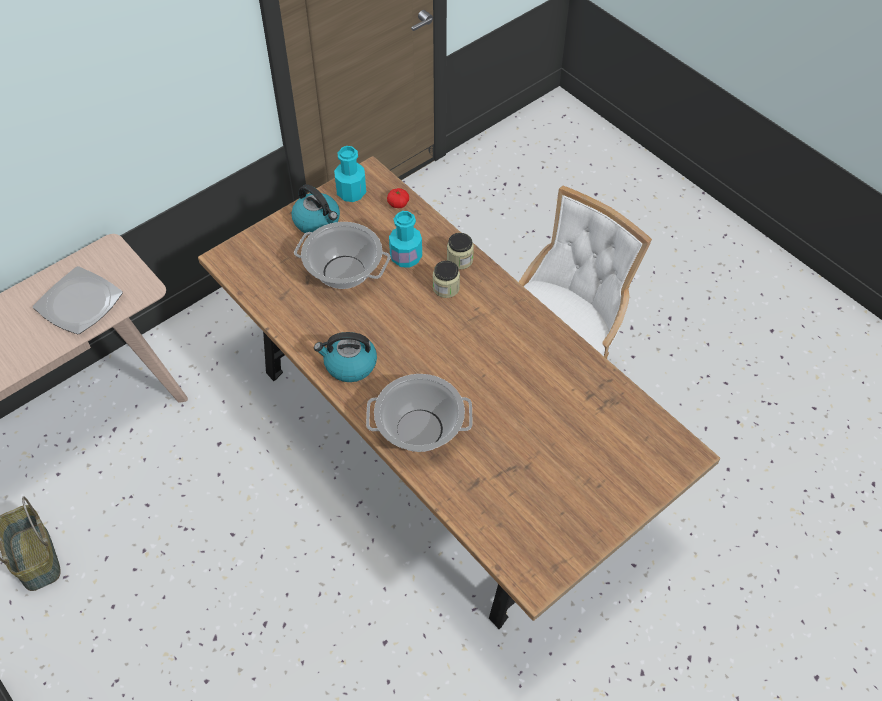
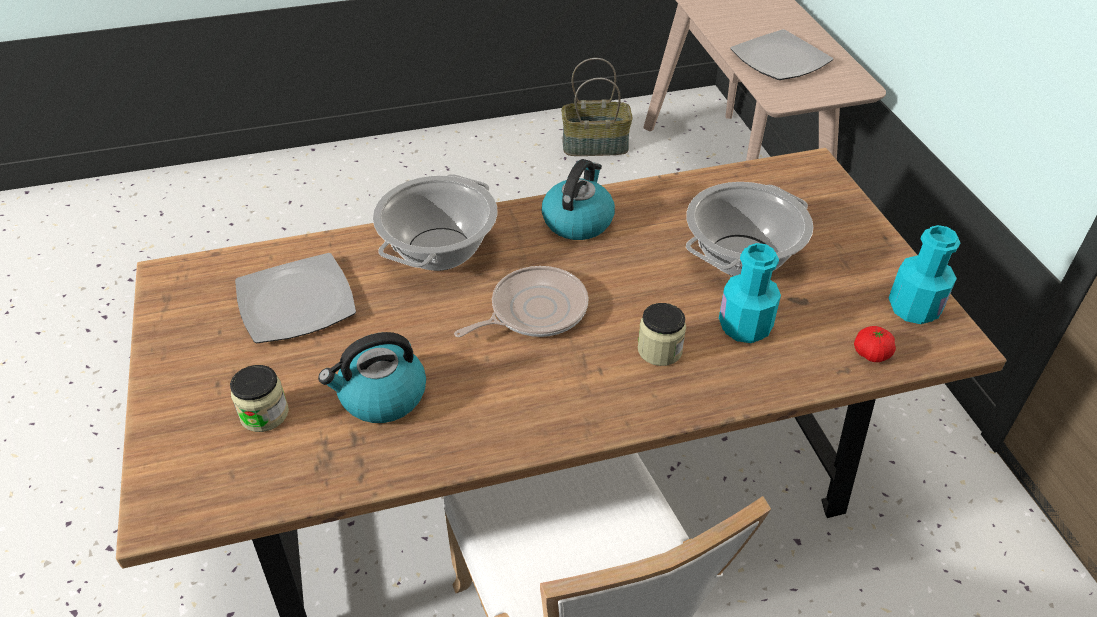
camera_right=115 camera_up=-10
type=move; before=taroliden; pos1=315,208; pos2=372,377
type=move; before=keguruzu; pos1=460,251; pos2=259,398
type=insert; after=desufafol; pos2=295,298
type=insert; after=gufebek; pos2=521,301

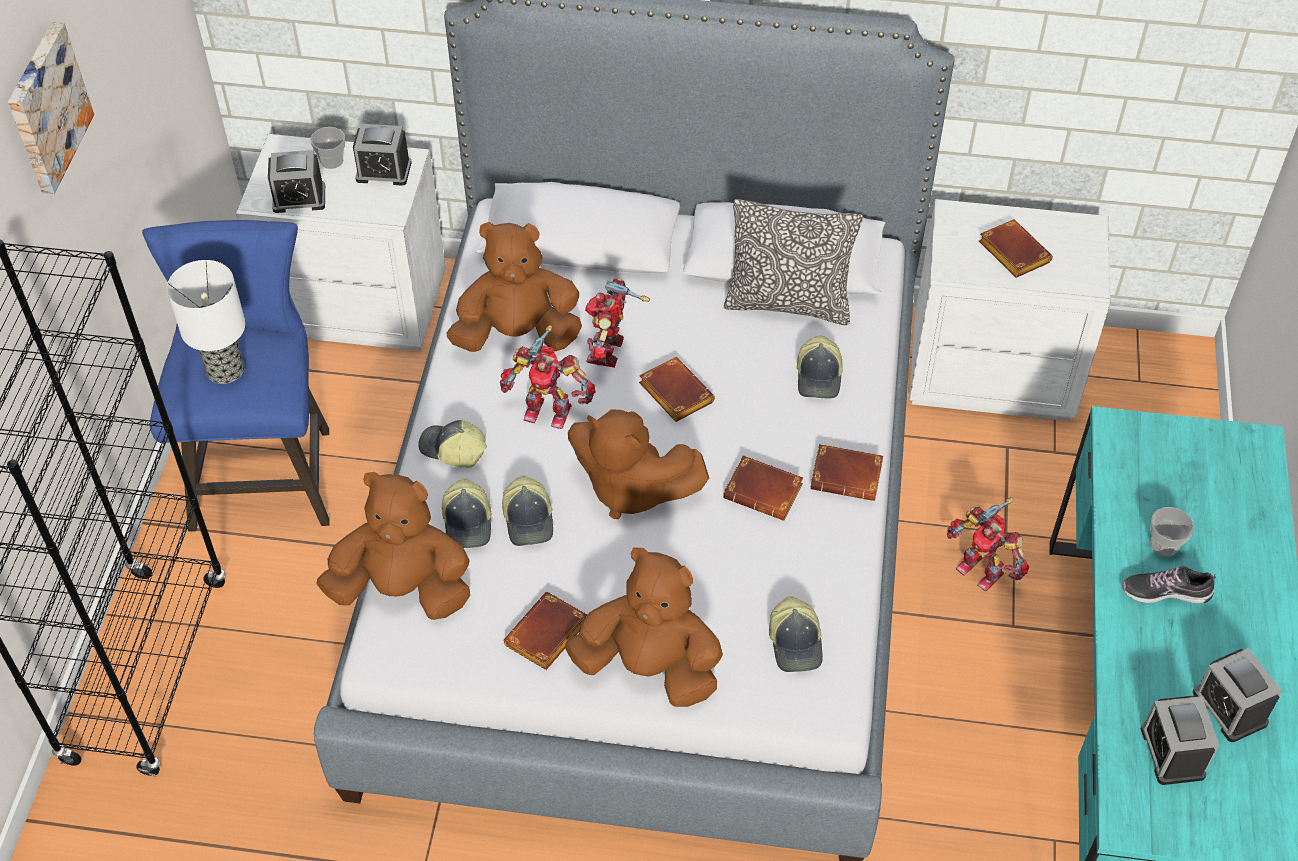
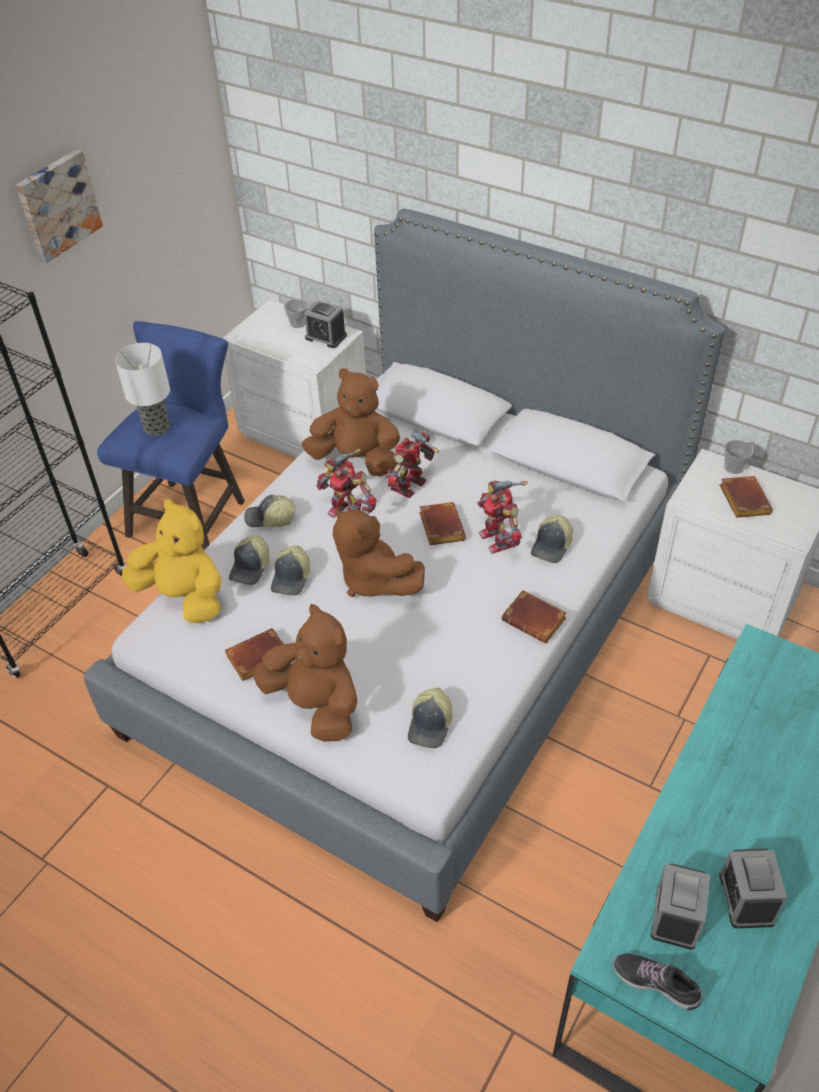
camera_right=25 camera_up=-5
type=delete; before=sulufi; pos1=296,181
type=recolor; before=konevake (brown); after=konevake (yellow); pos1=393,546; pos2=171,561
type=rotate; before=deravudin; pos1=452,443; pos2=270,510; turn=-45
type=delete; before=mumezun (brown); pos1=763,488
type=delete; before=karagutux; pos1=793,262
type=move; before=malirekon; pos1=988,544; pos2=502,517
type=move; before=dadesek; pos1=1169,585; pos2=657,982
type=move; before=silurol; pos1=1172,532; pos2=739,457

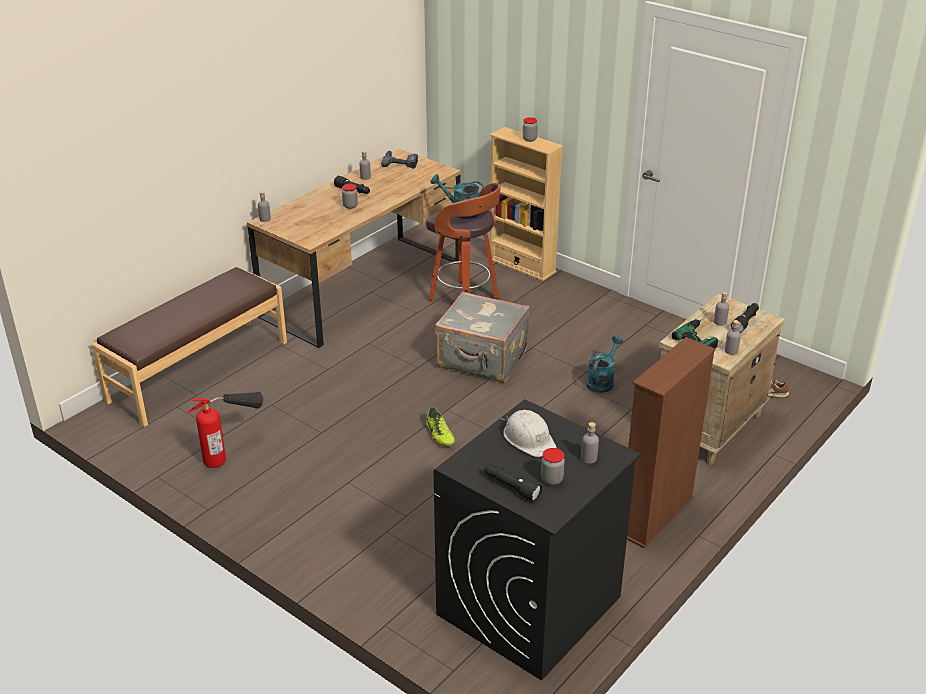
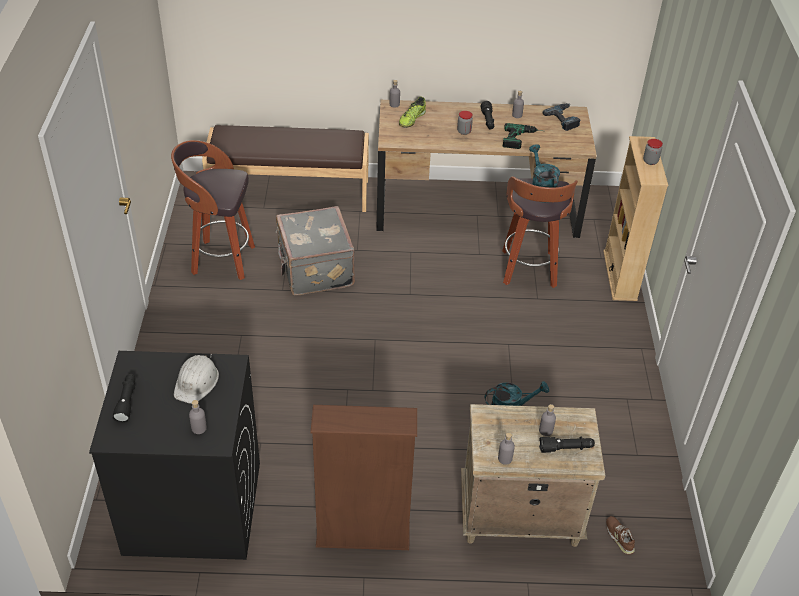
camera_right=50 camera_up=10
type=replace; before=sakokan; after=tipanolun; pos1=225,430; pos2=213,210
type=move; before=dadesek; pos1=440,426; pos2=412,112
type=move; before=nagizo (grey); pos1=482,337; pos2=315,250
type=delete; before=keguruzu; pos1=553,466
type=move; before=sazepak; pos1=695,333; pos2=522,136

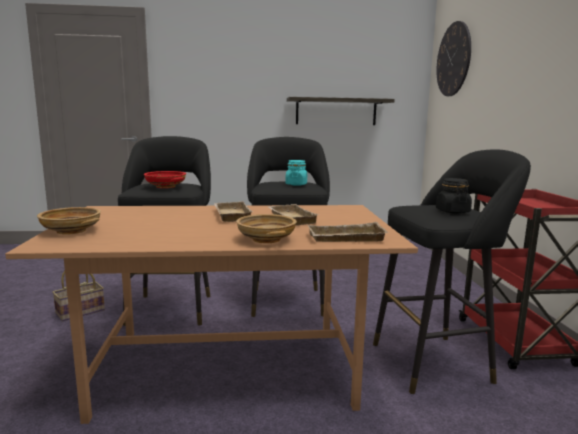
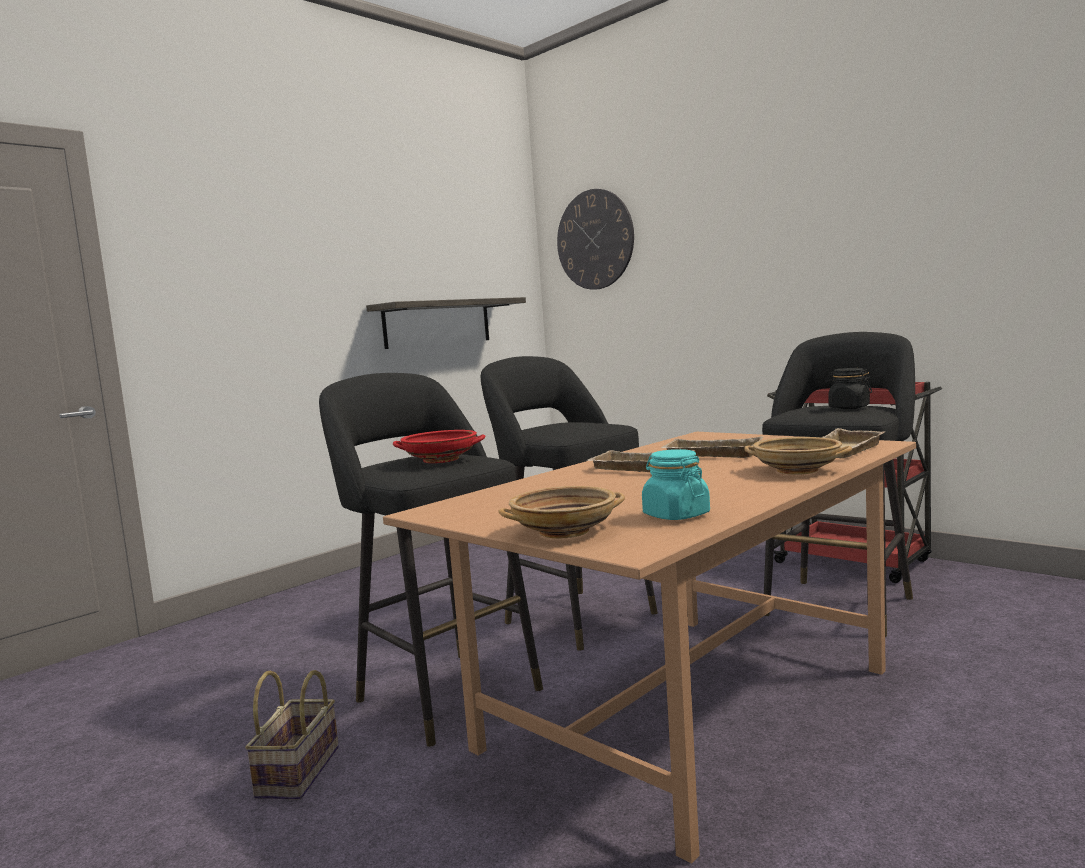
camera_right=-40 camera_up=-5
type=move; before=keguruzu (turquoise); pos1=296,173; pos2=676,484

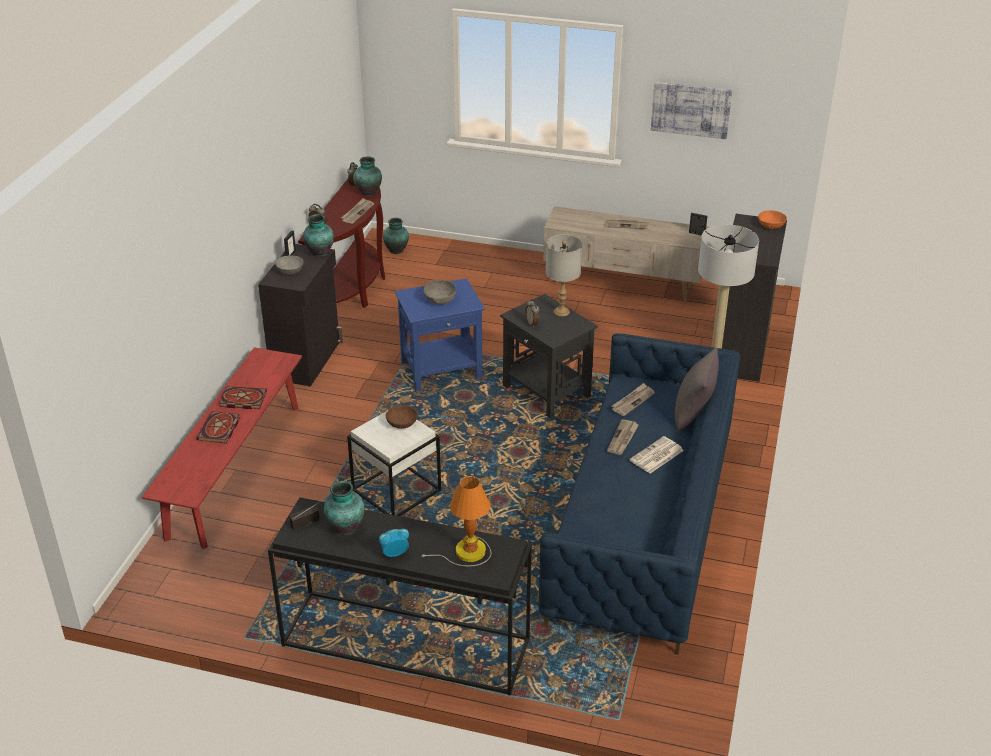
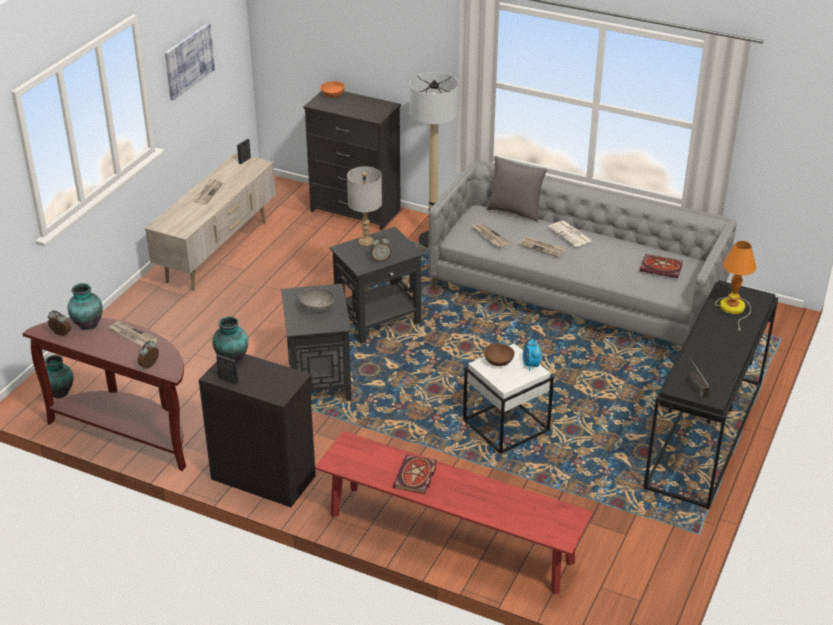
camera_right=-80 camera_up=0
type=move; before=mumezun; pos1=218,427; pos2=661,266
type=delete; before=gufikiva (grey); pos1=289,265
type=delete; before=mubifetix; pos1=344,508
type=move; before=sulufi; pos1=394,543; pos2=532,355
type=recolor; before=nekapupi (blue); after=nekapupi (black); pos1=440,334; pos2=316,342
type=recolor; before=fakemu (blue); after=fakemu (grey); pos1=639,493; pos2=582,253

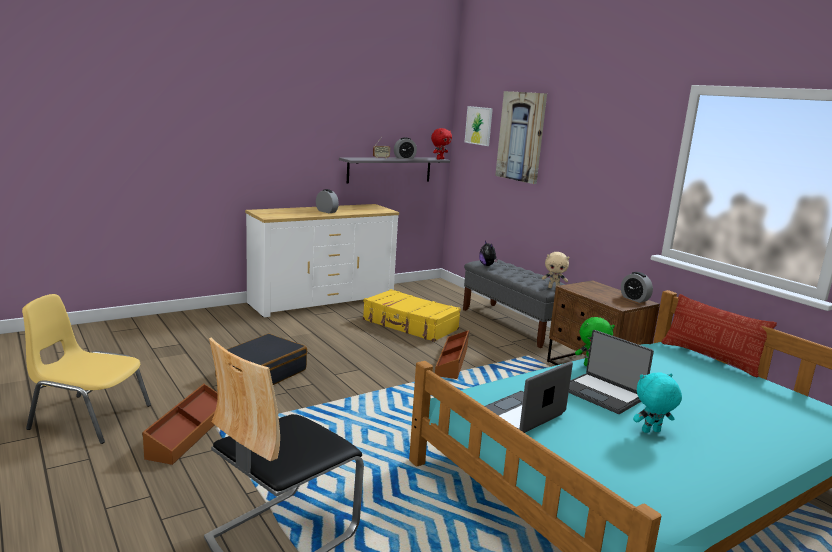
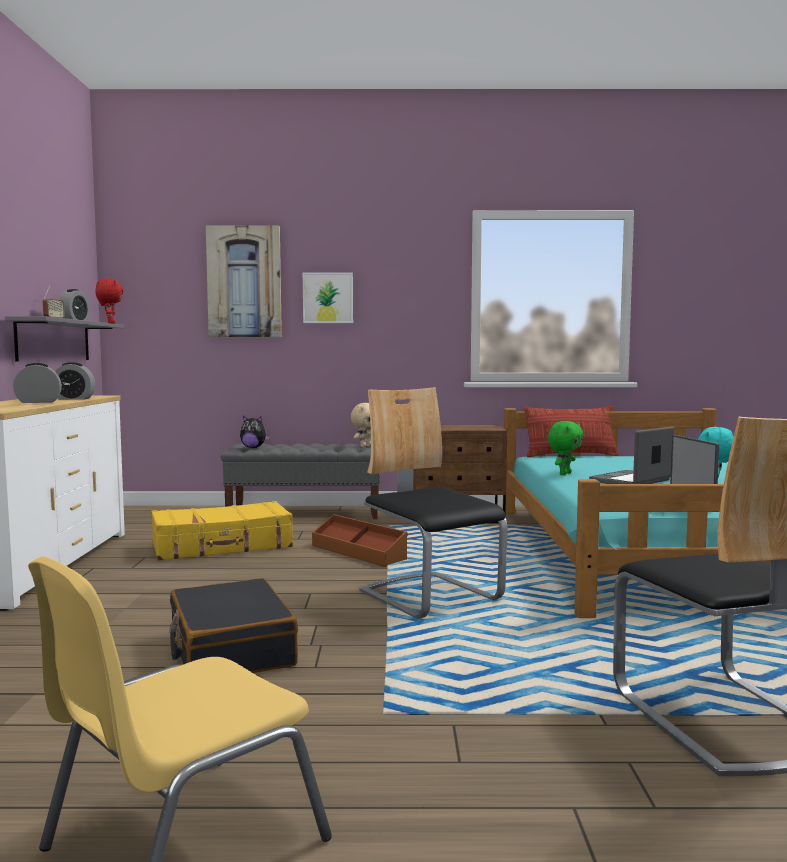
camera_right=-55 camera_up=-10
type=delete; before=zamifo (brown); pos1=180,424
type=move; before=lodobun; pos1=478,126; pos2=328,298
type=rotate; before=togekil; pos1=611,372; pos2=632,455; turn=150
type=move; before=sulufi; pos1=637,287; pos2=75,381
type=insert; after=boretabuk; pos2=433,503

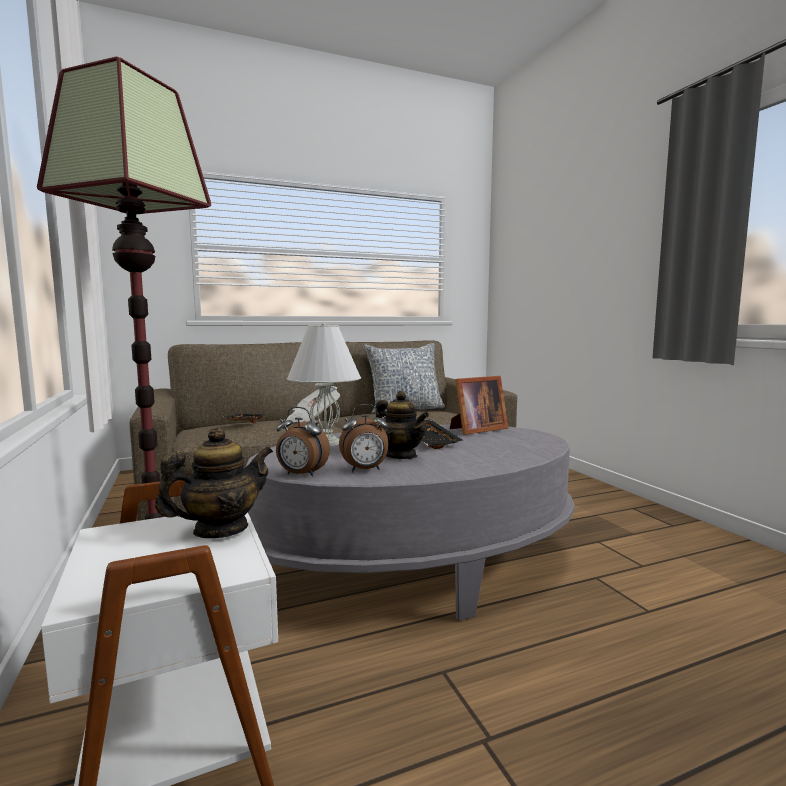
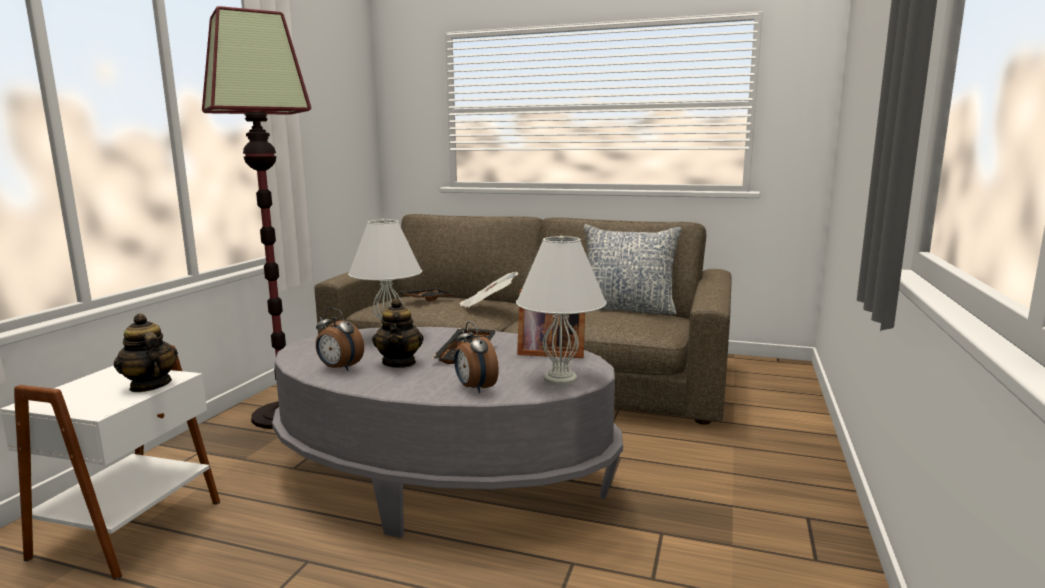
camera_right=40 camera_up=5
type=rotate; before=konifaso; pos1=214,482; pos2=146,352; turn=-135
type=move; before=sulufi; pos1=303,442; pos2=476,357
type=insert; after=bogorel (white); pos2=561,310

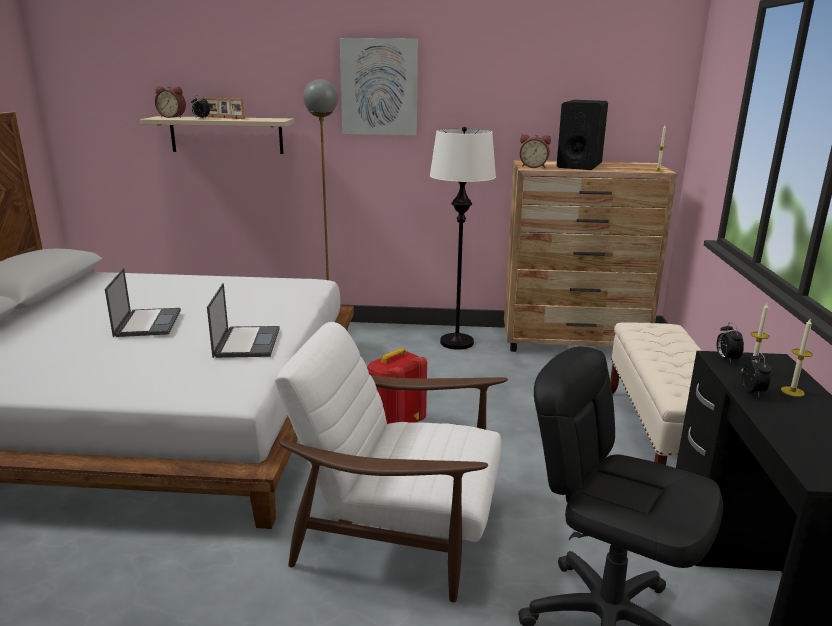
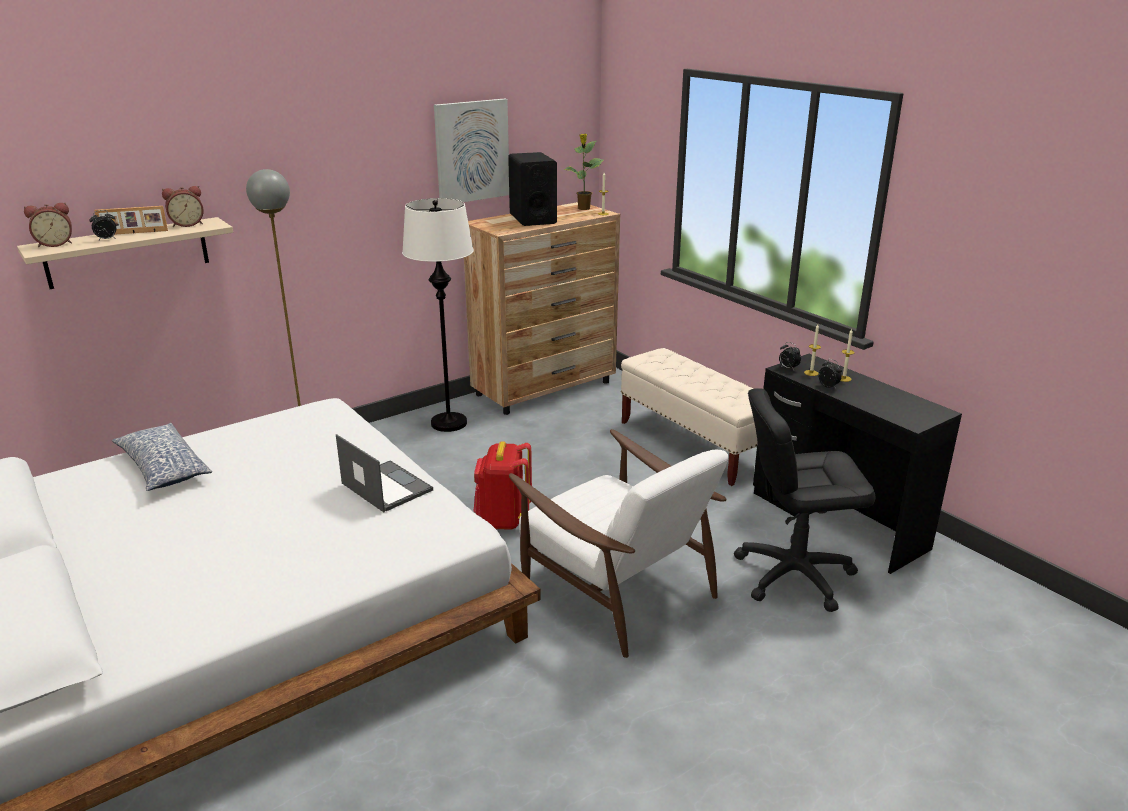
camera_right=-40 camera_up=5
type=delete; before=togekil; pos1=143,302
type=rotate; before=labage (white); pos1=391,462; pos2=619,543; turn=-105
type=move; before=lodobun; pos1=379,86; pos2=471,150
type=move; before=sulufi; pos1=535,151; pos2=183,206
type=insert; after=karagutux; pos2=162,457
type=insert; after=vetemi; pos2=583,172

